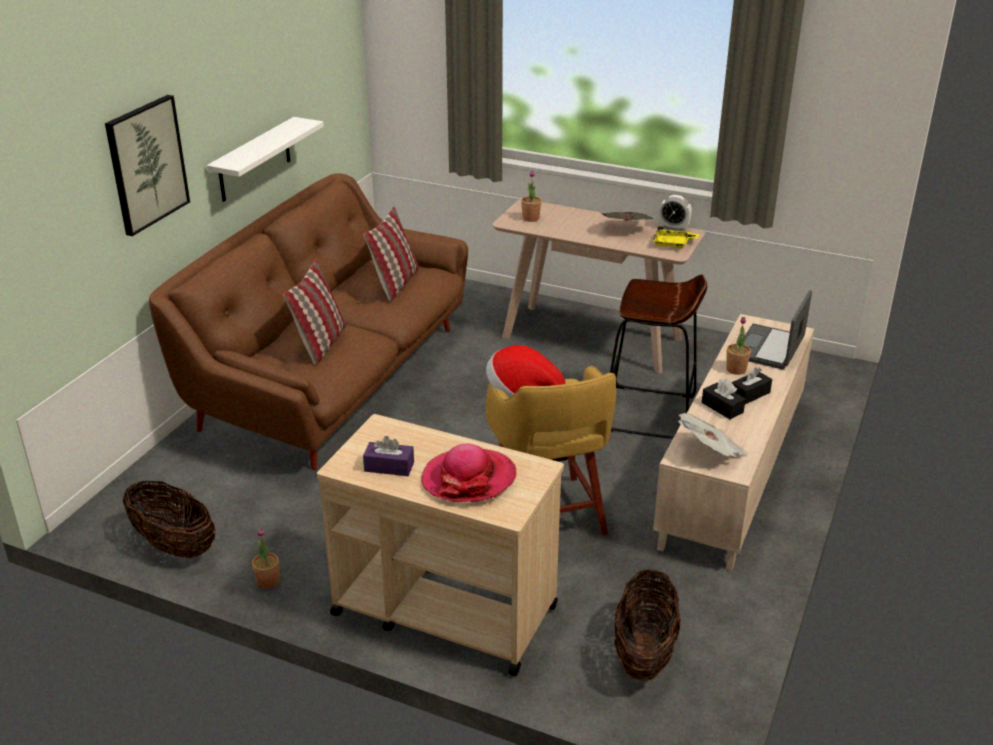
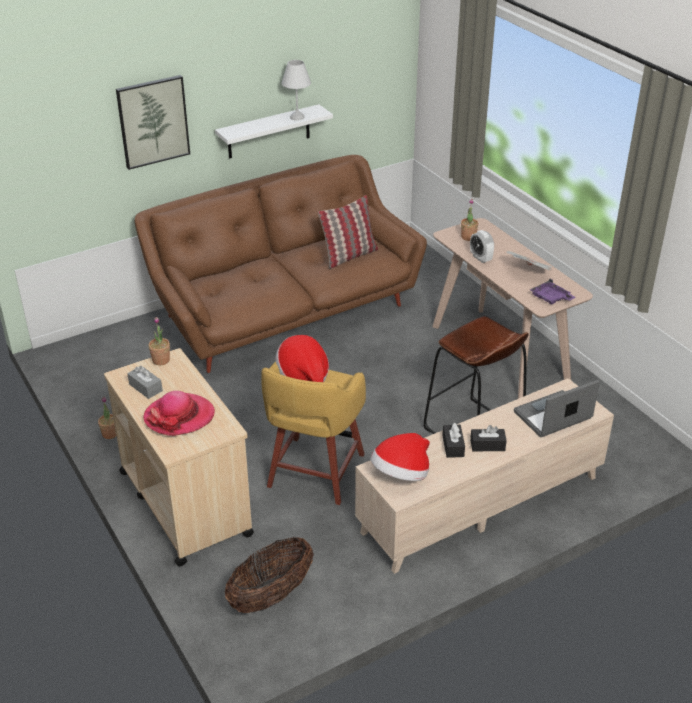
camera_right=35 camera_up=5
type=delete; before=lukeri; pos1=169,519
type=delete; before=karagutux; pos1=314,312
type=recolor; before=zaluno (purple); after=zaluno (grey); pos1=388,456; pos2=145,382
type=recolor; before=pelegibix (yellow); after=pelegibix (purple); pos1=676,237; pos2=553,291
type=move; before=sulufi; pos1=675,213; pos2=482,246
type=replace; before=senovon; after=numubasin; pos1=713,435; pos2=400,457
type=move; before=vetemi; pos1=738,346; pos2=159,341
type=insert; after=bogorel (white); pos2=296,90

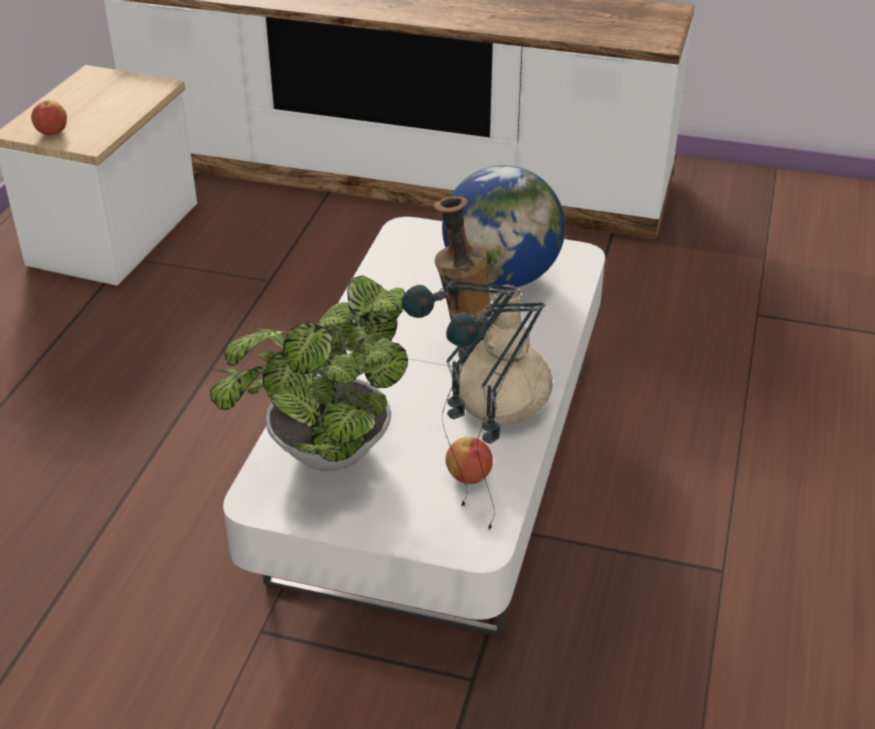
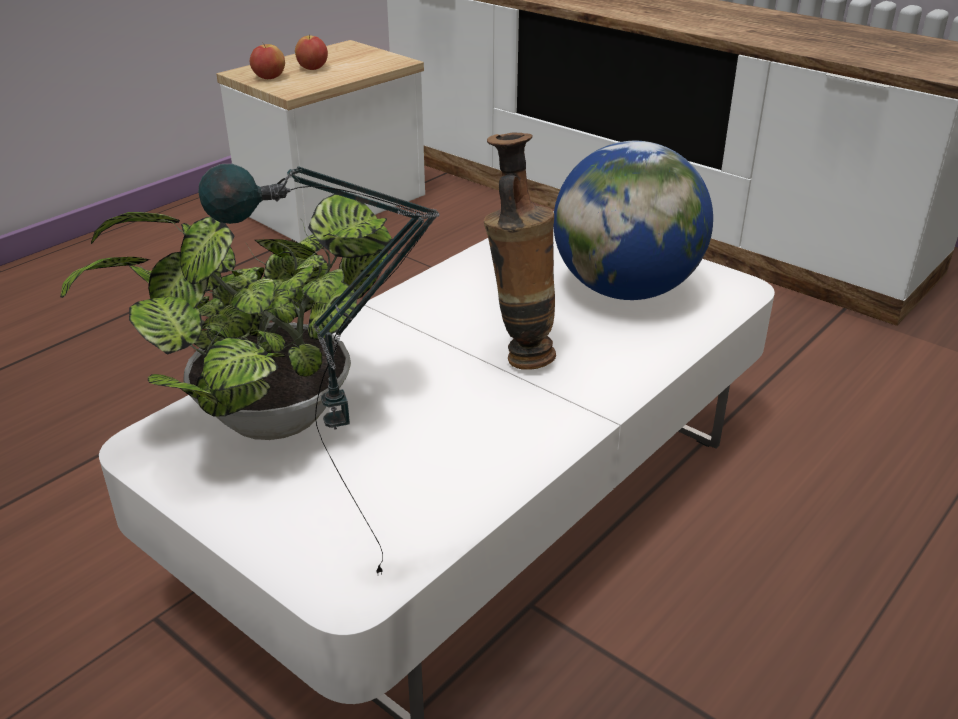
camera_right=25 camera_up=-5
type=delete; before=bogorel; pos1=459,393
type=move; before=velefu; pos1=469,460; pos2=311,52
type=delete; before=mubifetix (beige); pos1=506,355

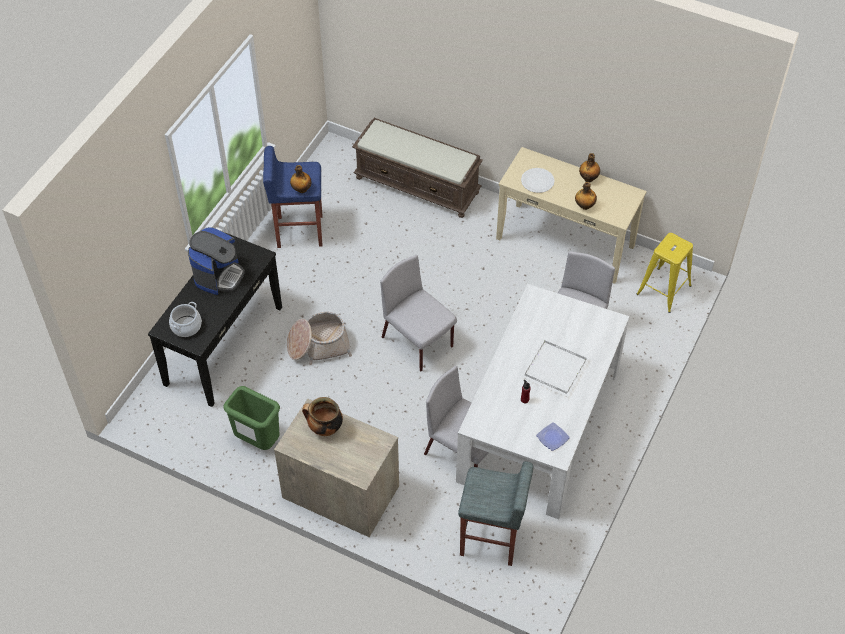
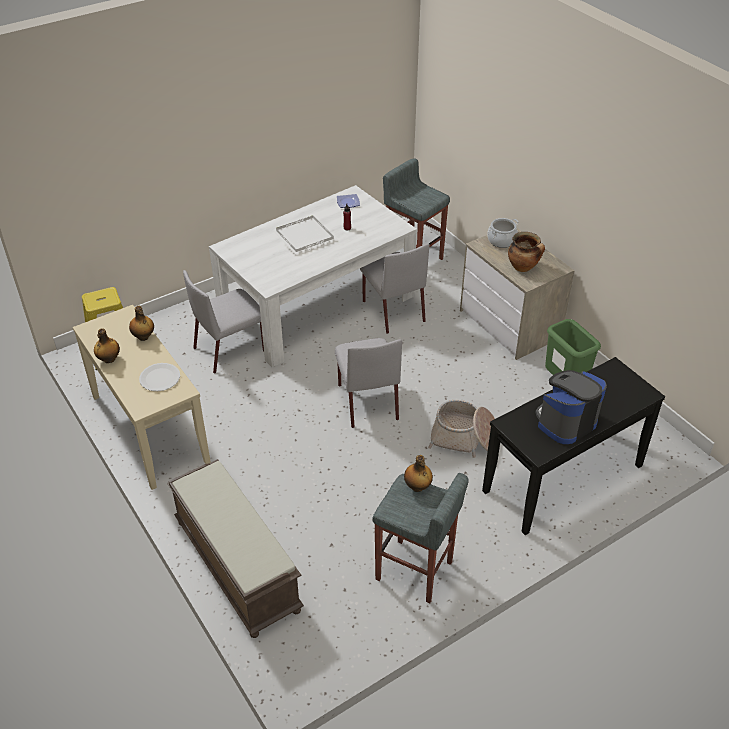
camera_right=-150 camera_up=-10
type=move; before=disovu; pos1=185,319; pos2=503,233
type=recolor; before=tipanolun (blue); after=tipanolun (grey); pos1=293,197; pos2=420,538

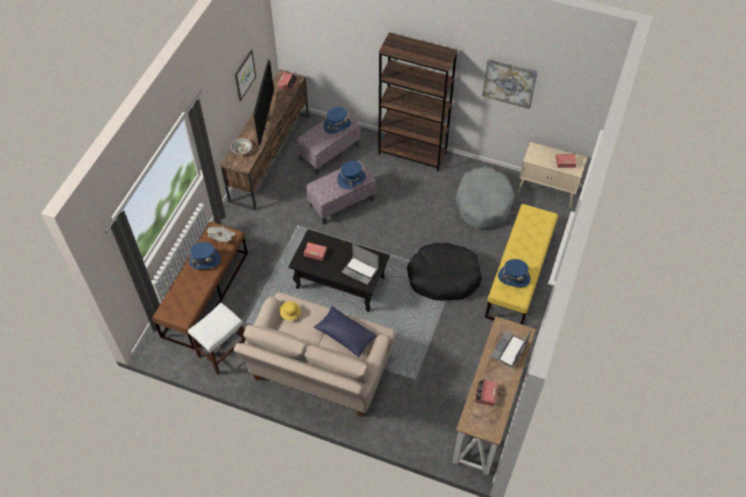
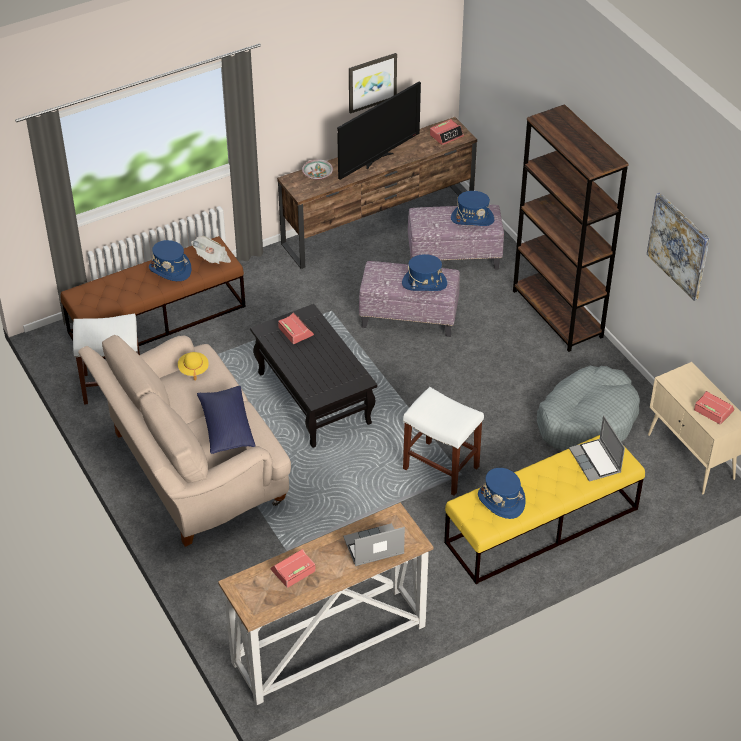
camera_right=40 camera_up=-10
type=move; before=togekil; pos1=360,264; pos2=597,448
type=replace; before=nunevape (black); after=tipanolun (white); pos1=444,272; pos2=443,441

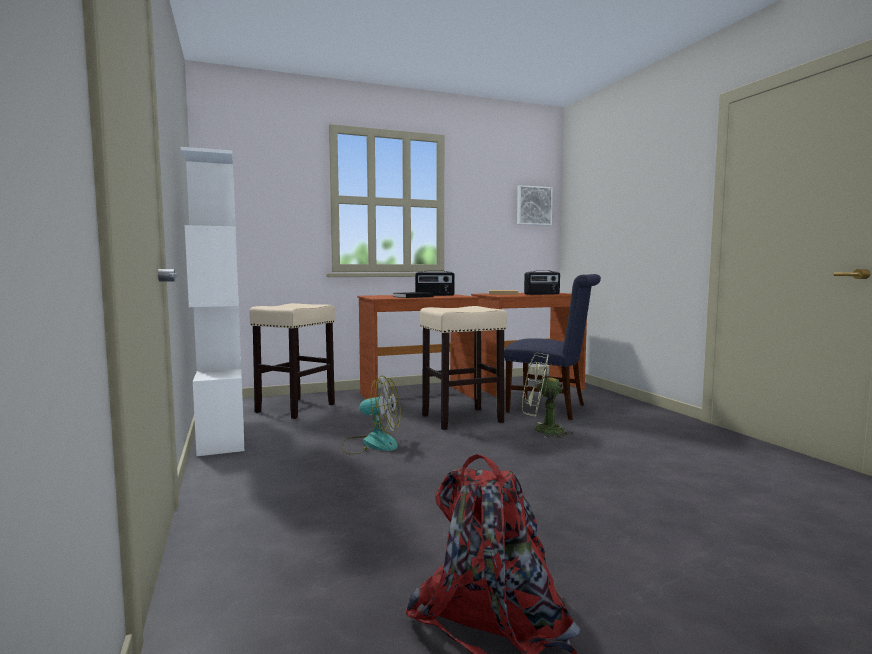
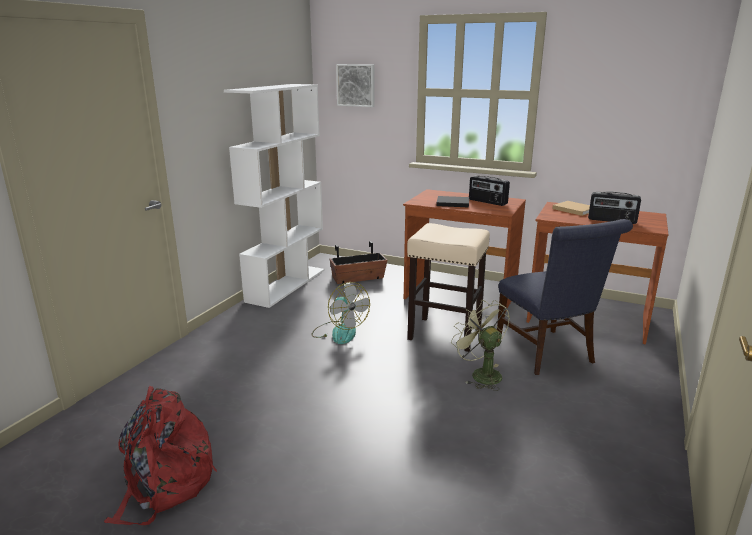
camera_right=45 camera_up=15
type=replace; before=tipanolun (beige); after=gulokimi; pos1=292,361; pos2=358,262
type=move; before=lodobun; pos1=535,205; pos2=355,85

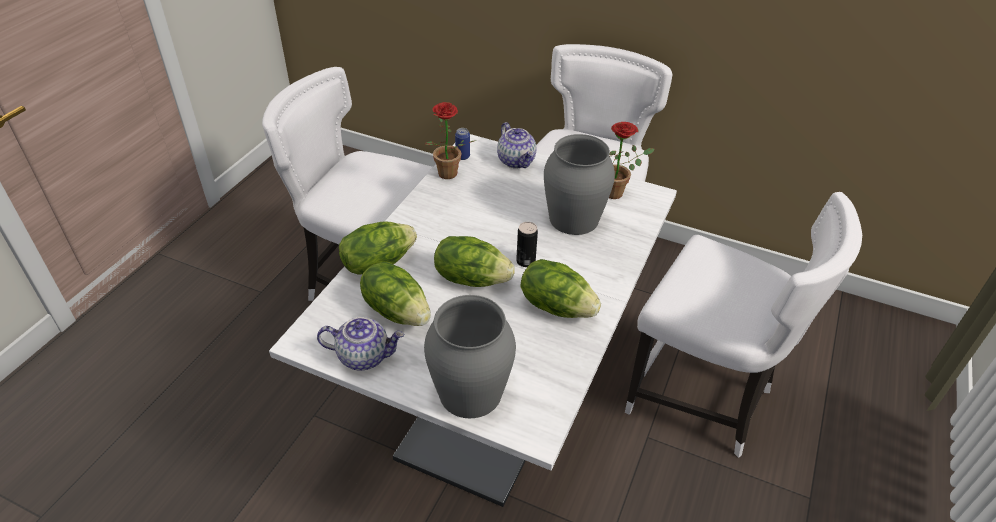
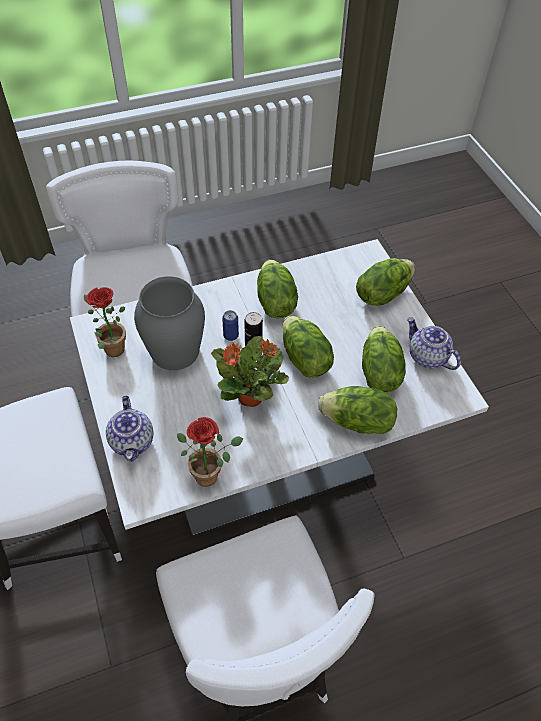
camera_right=-135 camera_up=10
type=replace; before=mubifetix (grey); after=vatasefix; pos1=470,356; pos2=385,282
type=move; before=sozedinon; pos1=462,144; pos2=230,325
type=rotate; before=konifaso; pos1=516,145; pos2=129,429; turn=150
type=insert; after=vetemi; pos2=250,371

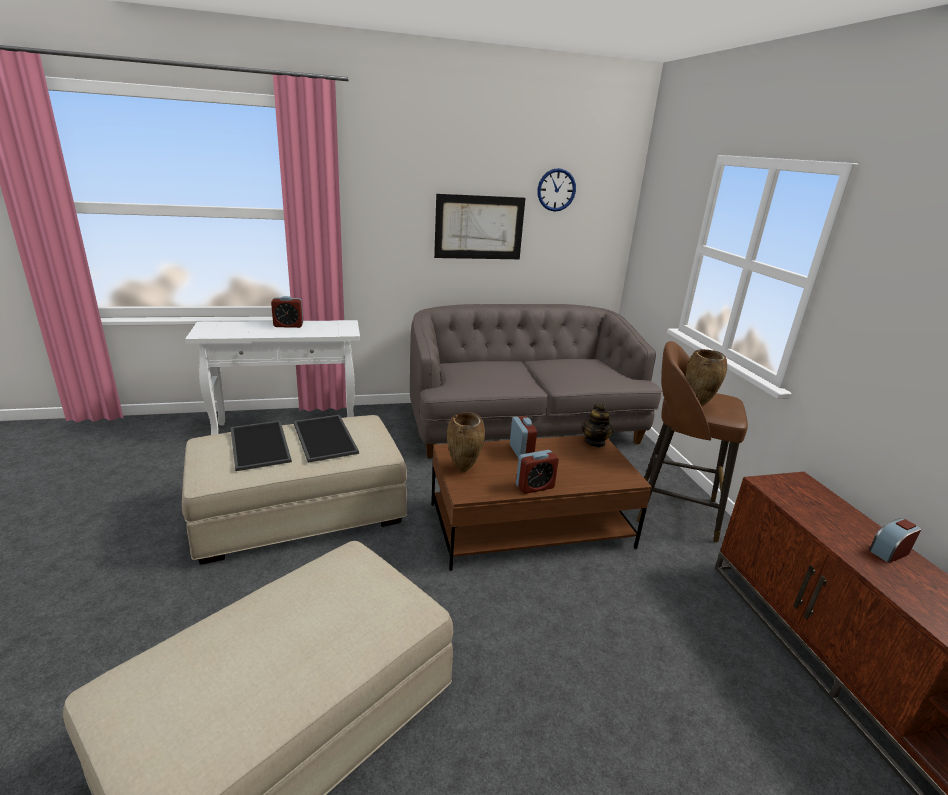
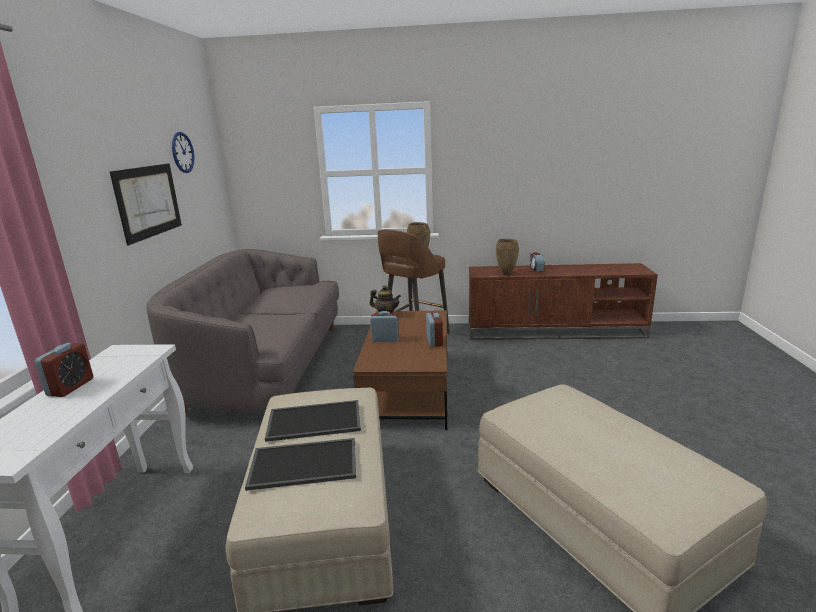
camera_right=-70 camera_up=-5
type=move; before=mubifetix (brown); pos1=466,442; pos2=507,257

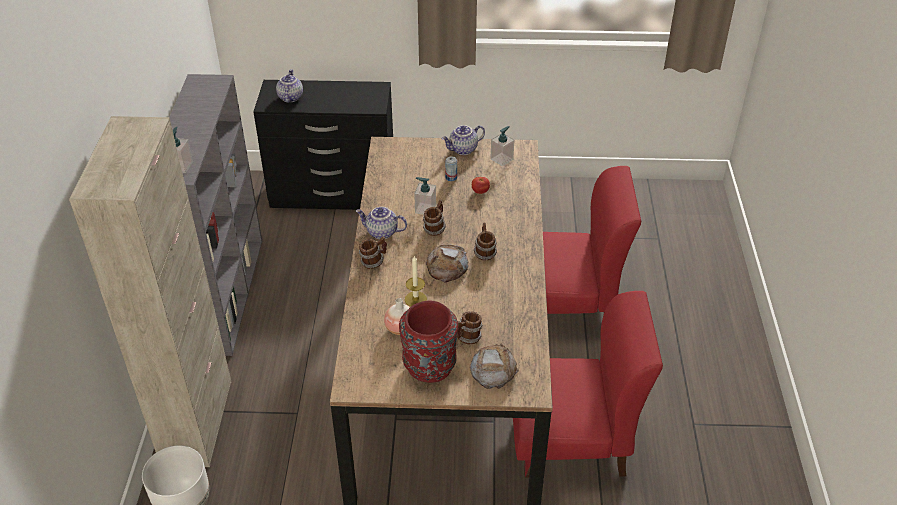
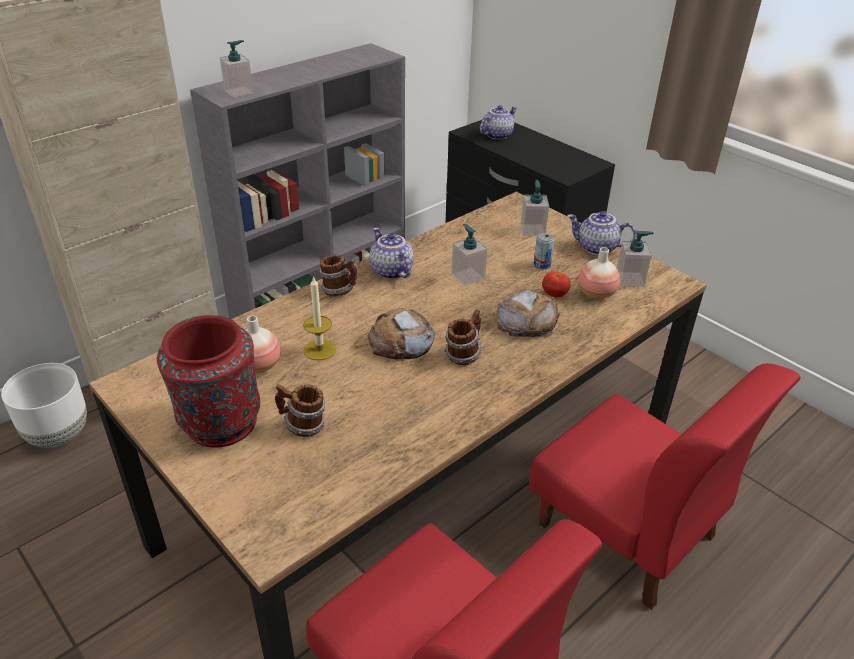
camera_right=45 camera_up=-5
type=delete; before=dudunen; pos1=434,218
type=move; before=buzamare; pos1=494,366; pos2=528,313
type=insert; after=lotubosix; pos2=535,208
type=insert; after=mubifetix; pos2=599,273

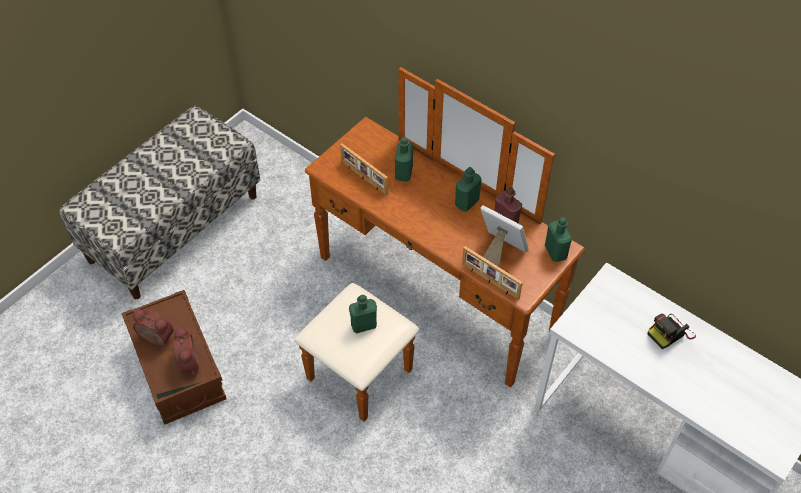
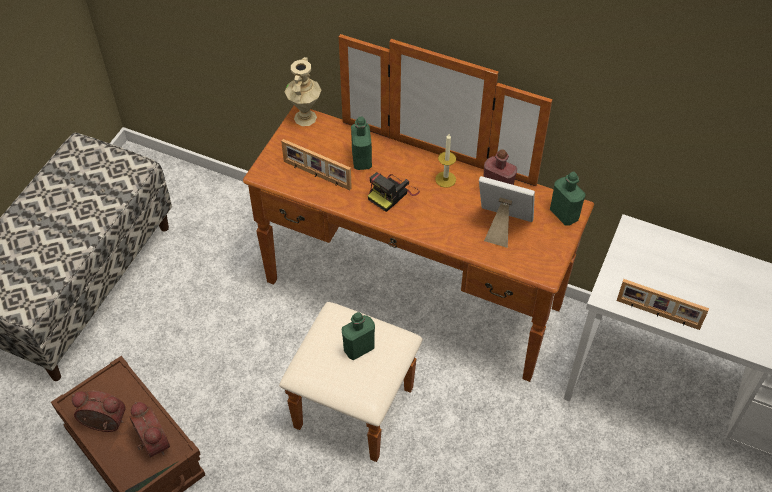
camera_right=-15 camera_up=0
type=replace; before=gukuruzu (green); after=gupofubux; pos1=468,189; pos2=445,161
type=move; before=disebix; pos1=492,273; pos2=663,304
type=move; before=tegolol; pos1=672,331; pos2=394,192
type=insert; after=mubifetix (beige); pos2=302,91

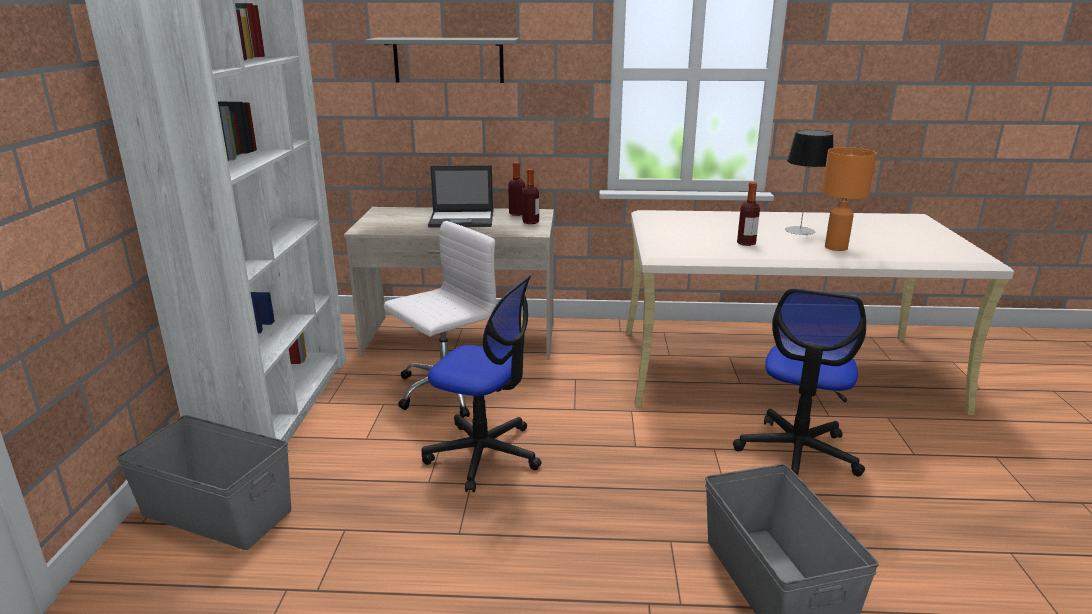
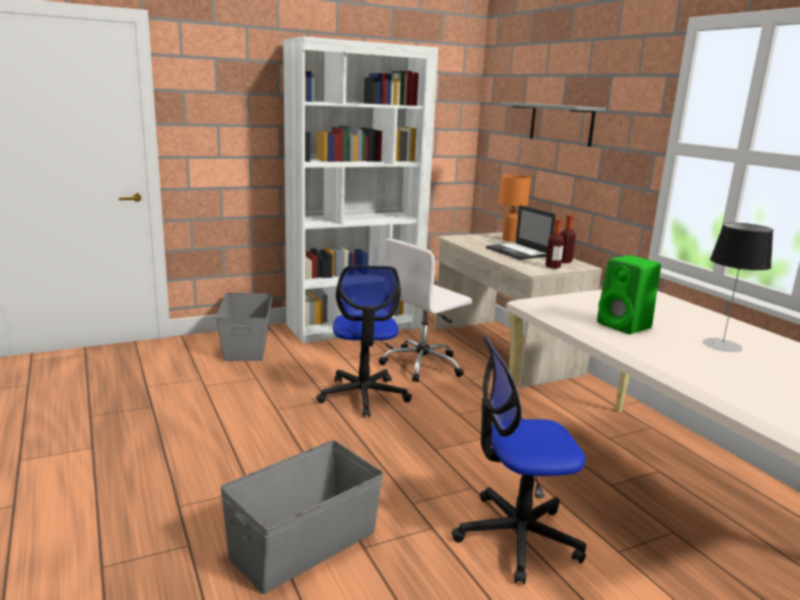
camera_right=60 camera_up=-5
type=rotate; before=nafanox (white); pos1=443,319; pos2=425,310; turn=120
type=replace; before=gukuruzu; after=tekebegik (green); pos1=748,214; pos2=629,294
type=move; before=bogorel (orange); pos1=849,199; pos2=515,208

